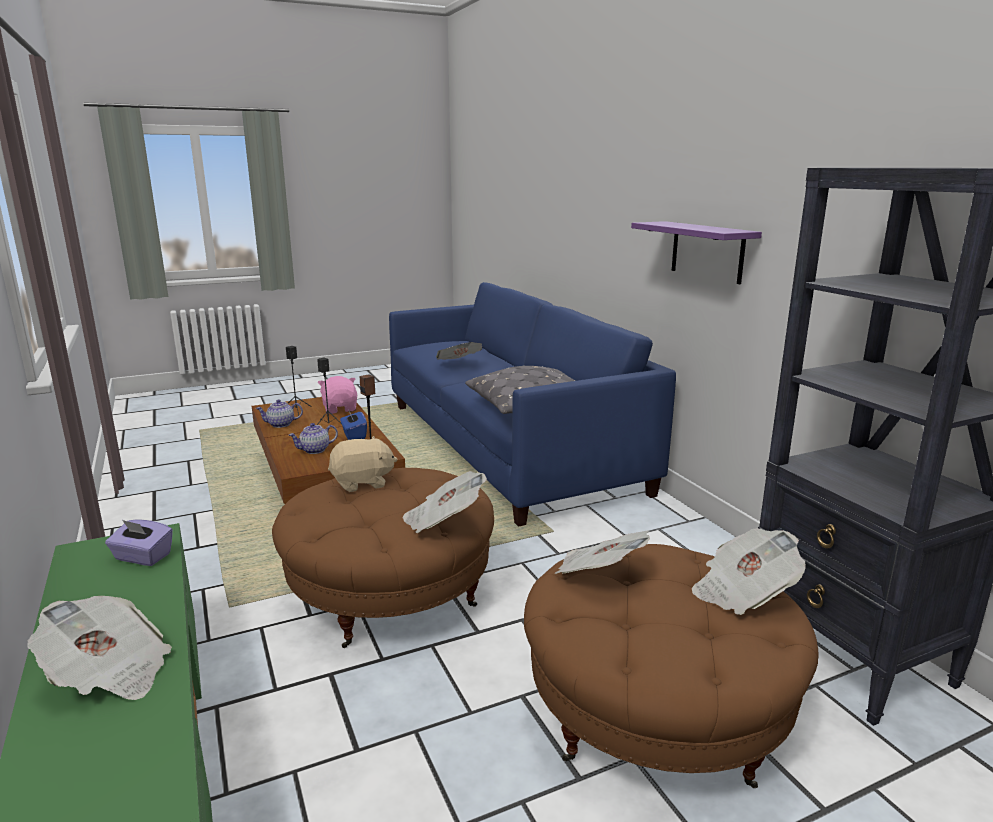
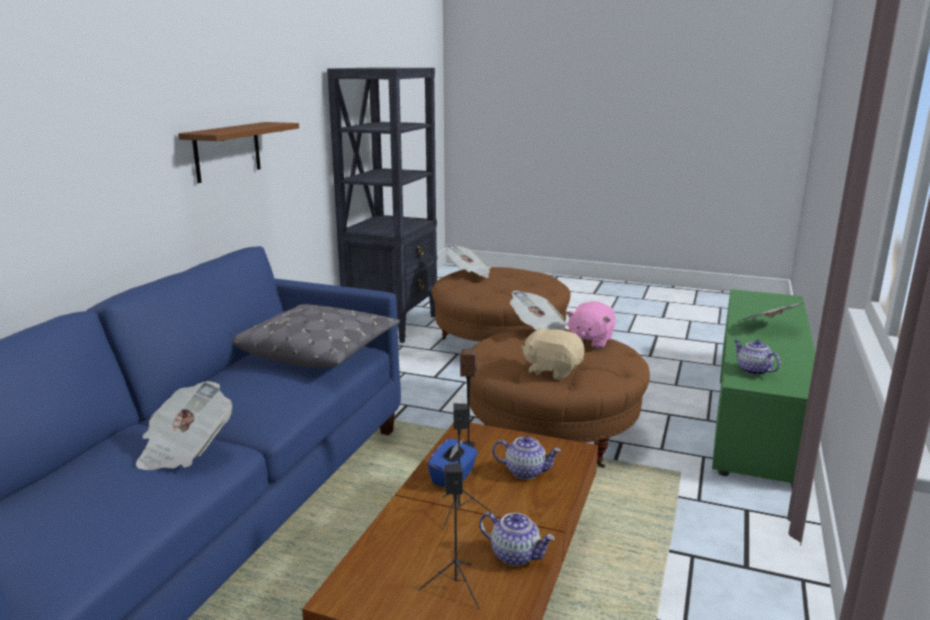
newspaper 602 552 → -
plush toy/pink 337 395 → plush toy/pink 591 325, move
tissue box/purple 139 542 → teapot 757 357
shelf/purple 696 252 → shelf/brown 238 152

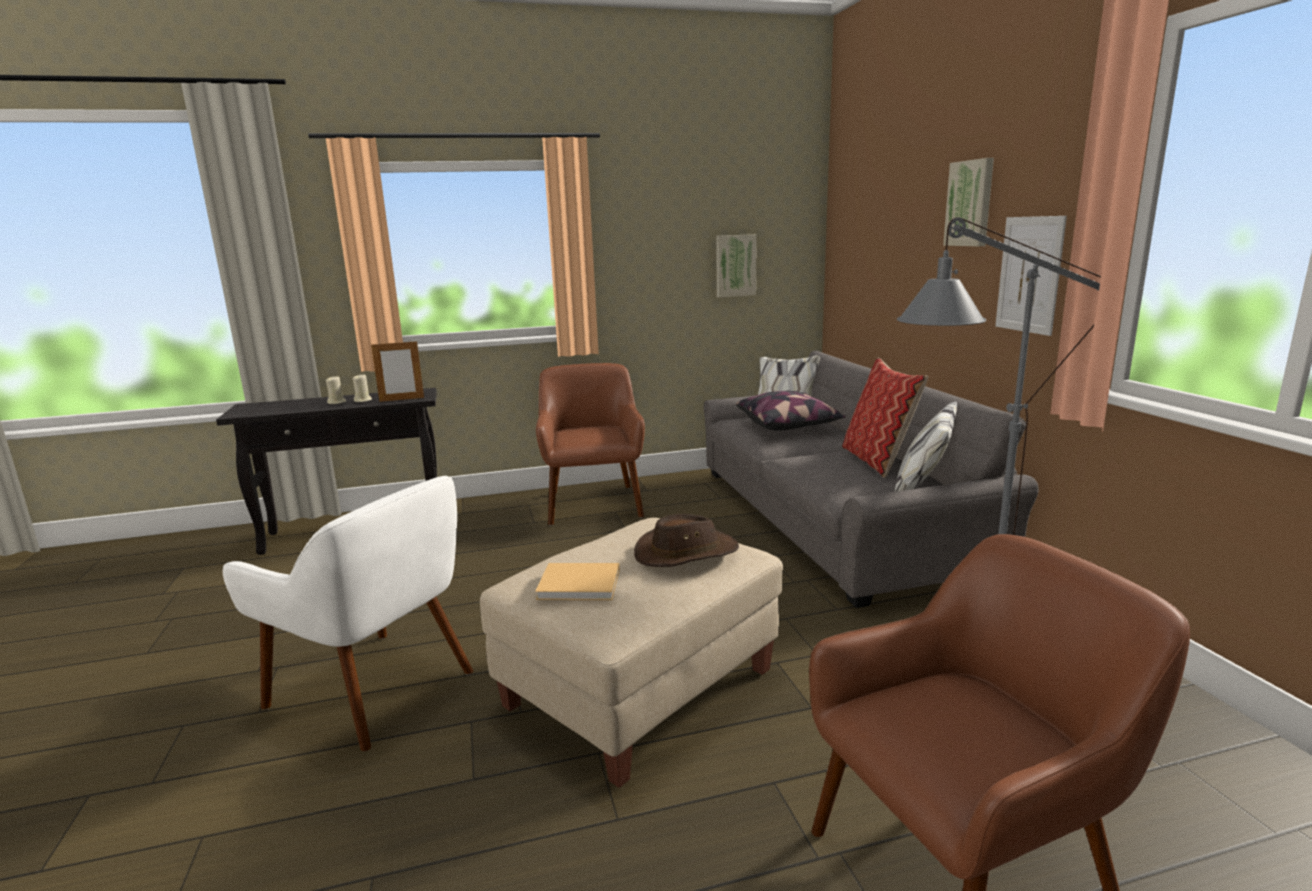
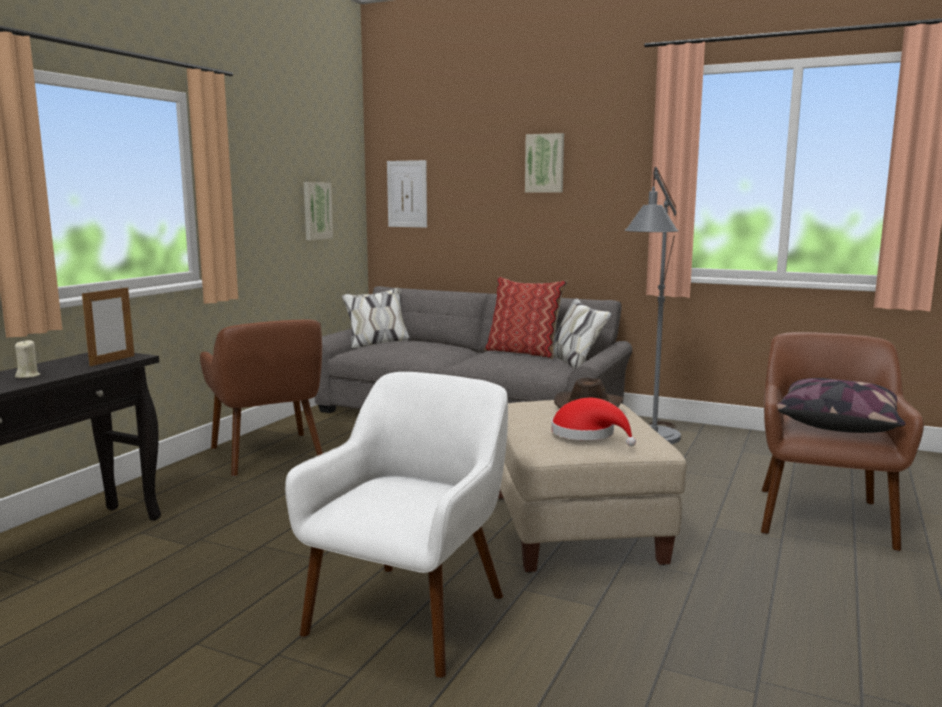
candle/beige 362 388 → -
pillow 790 411 → pillow 841 405, move
picture 1031 276 → picture 407 194, move
book/beige 577 581 → hat/red 593 422
armchair/white 348 614 → armchair/white 396 525, 45 degrees counterclockwise
armchair/brown 590 444 → armchair/brown 261 398, 150 degrees counterclockwise

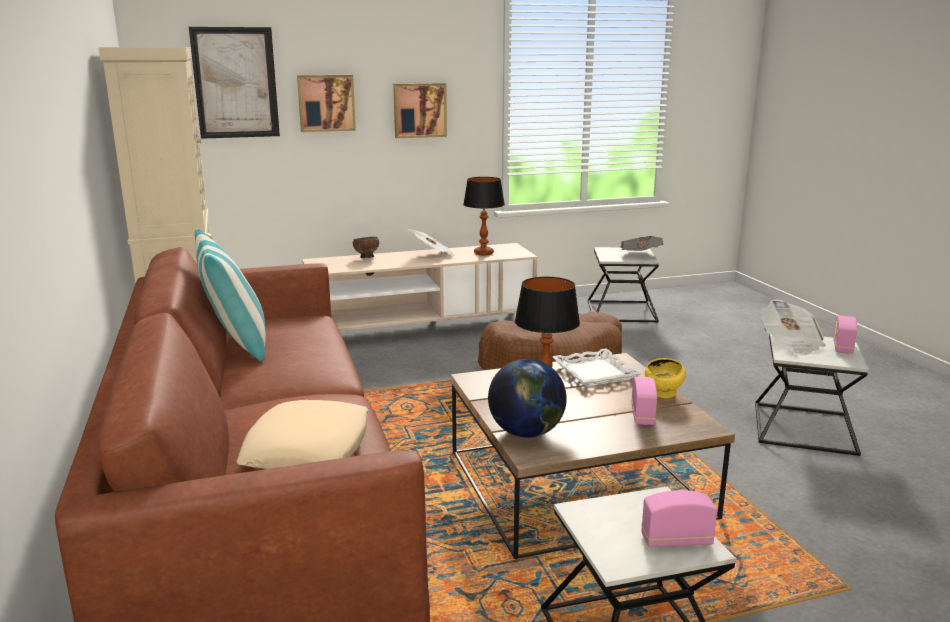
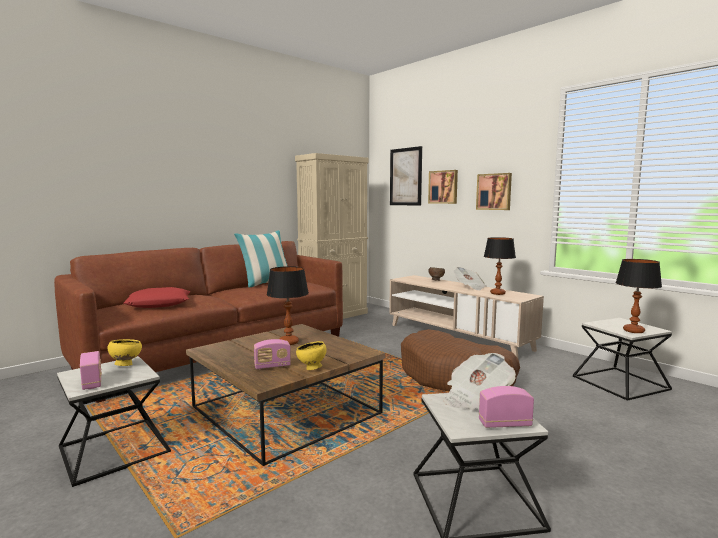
globe 527 398 → -
tray/white 597 367 → -
- → bowl/yellow 125 352
newspaper 642 243 → table lamp 639 296
pillow/beige 302 434 → pillow/red 157 297

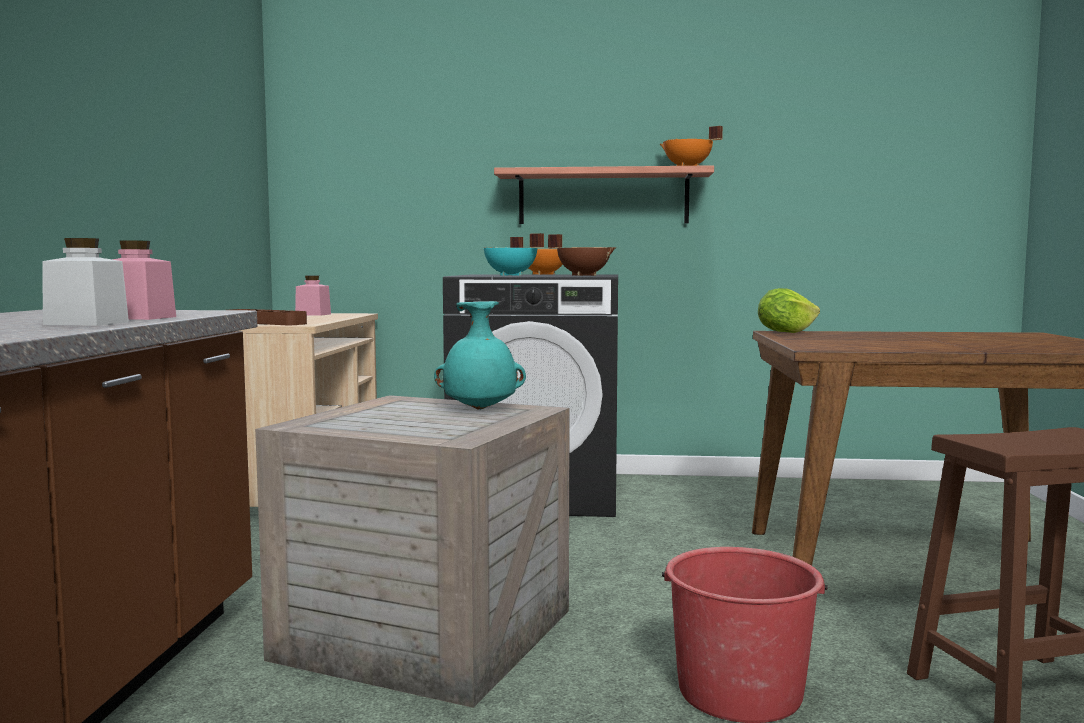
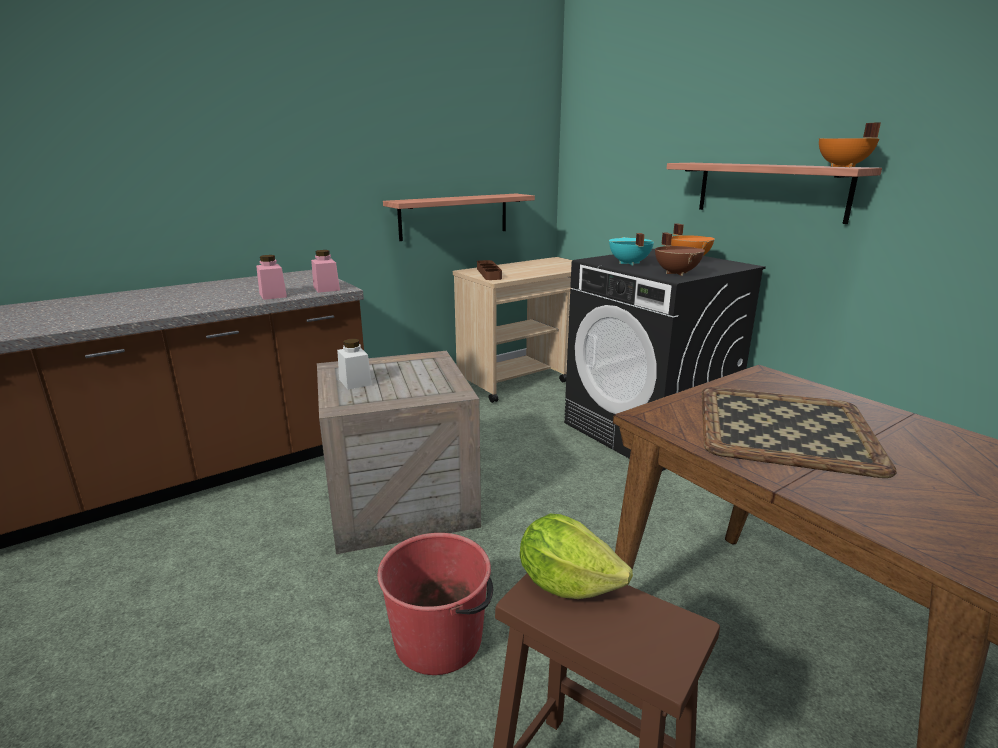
vase/turquoise 480 355 → -
- → shelf 459 217
- → tray 799 432
jar/white 85 282 → jar/white 354 364, move
jar/pink 313 296 → jar/pink 325 271, move
lettuce 789 310 → lettuce 576 556, move

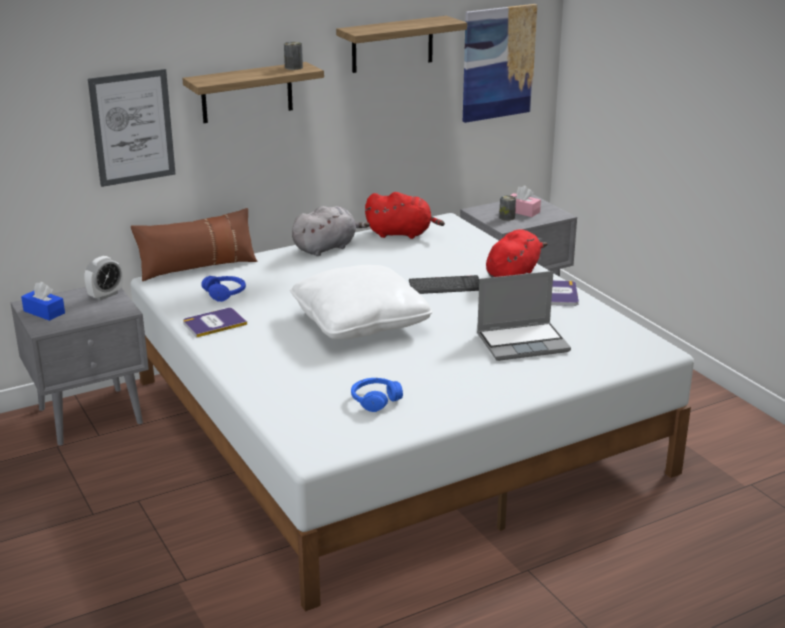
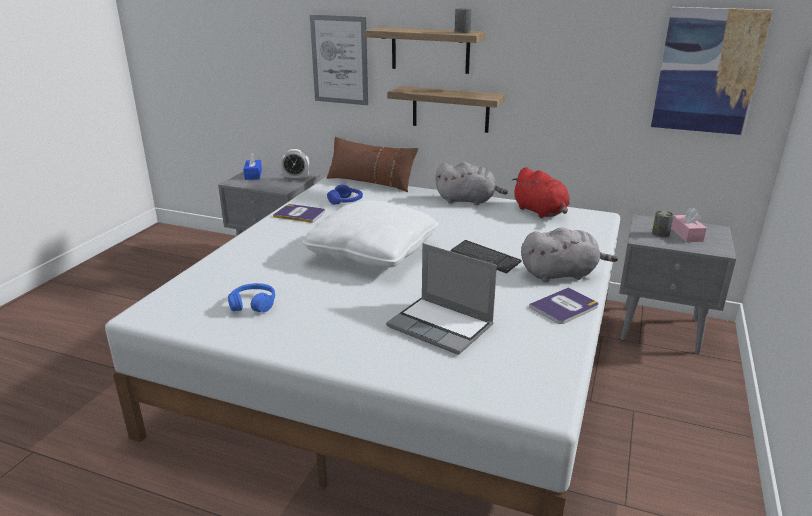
shelf 401 44 → shelf 446 109, move
plush toy/red 517 253 → plush toy/grey 569 254

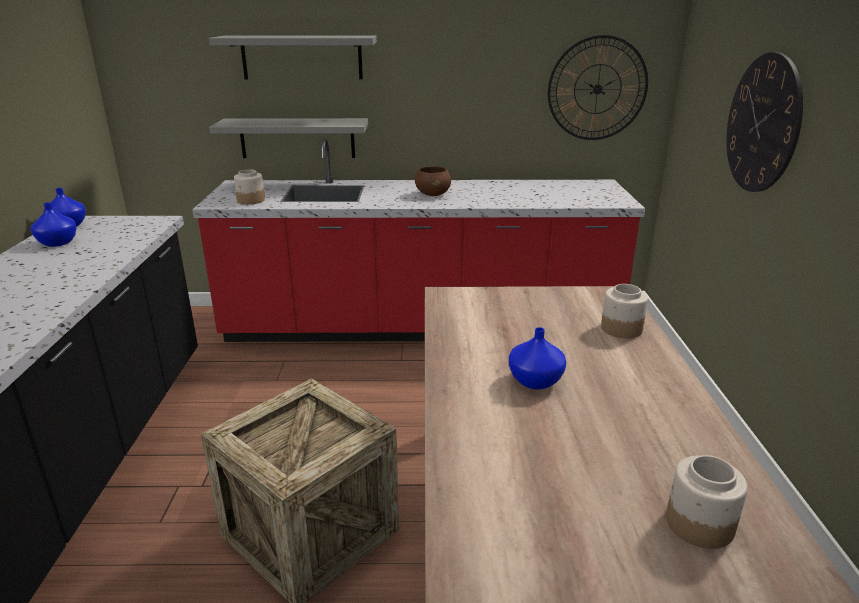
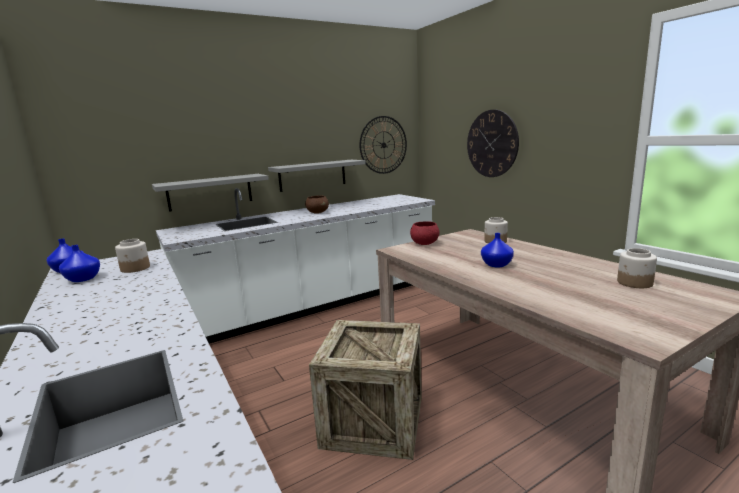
- → bowl/red 424 233
shelf/grey 293 57 → shelf/grey 317 176, move
jar 249 187 → jar 132 256, move
counter/red 418 240 → counter/white 295 266

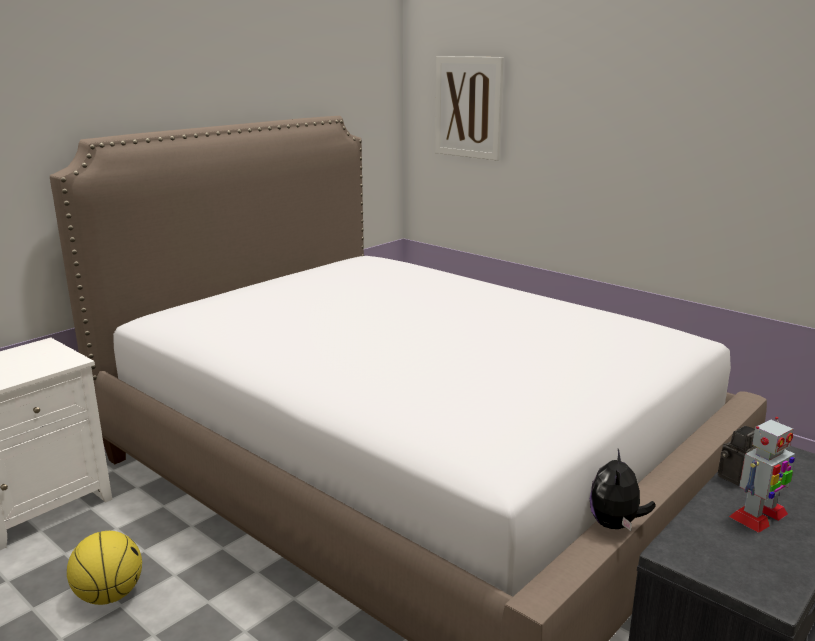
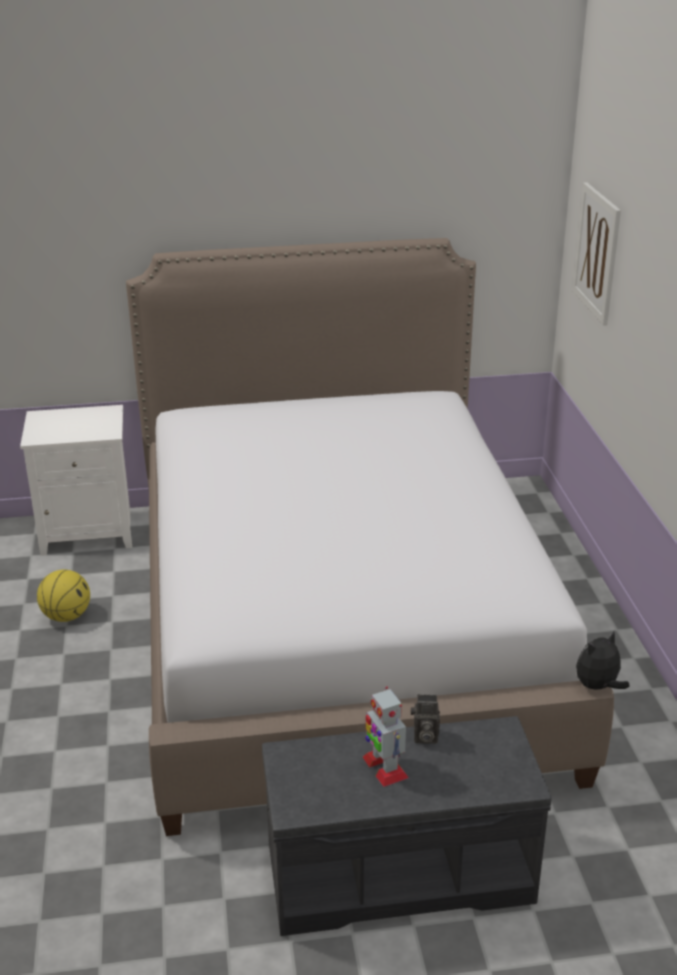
plush toy 623 490 → plush toy 603 661, move
toy robot 762 475 → toy robot 386 736, 60 degrees clockwise

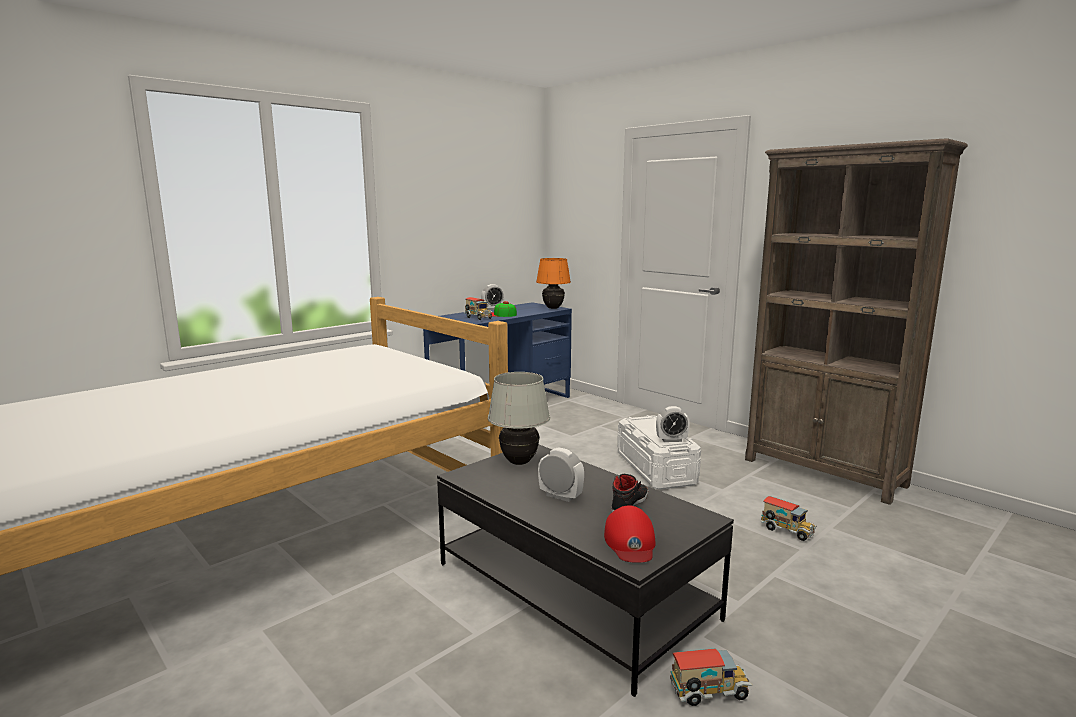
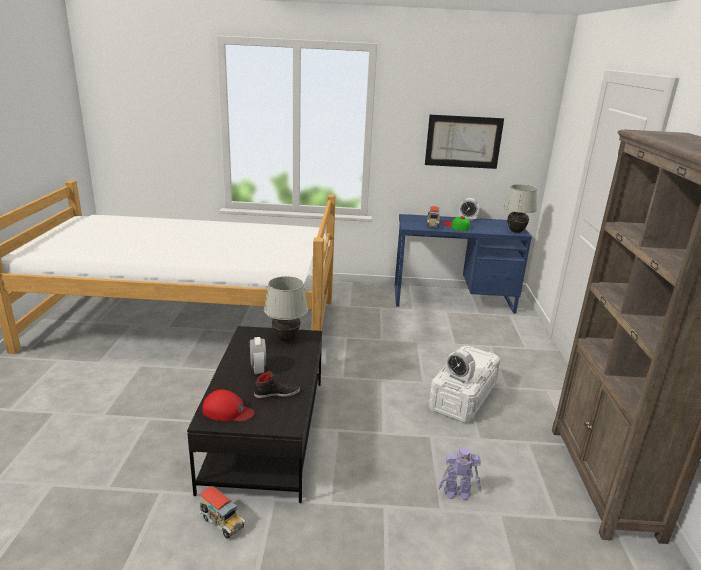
- → picture 464 142
toy truck 788 518 → toy robot 459 474
table lamp/orange 553 283 → table lamp/white 520 209
cap/red 630 534 → cap/red 228 405, 120 degrees counterclockwise

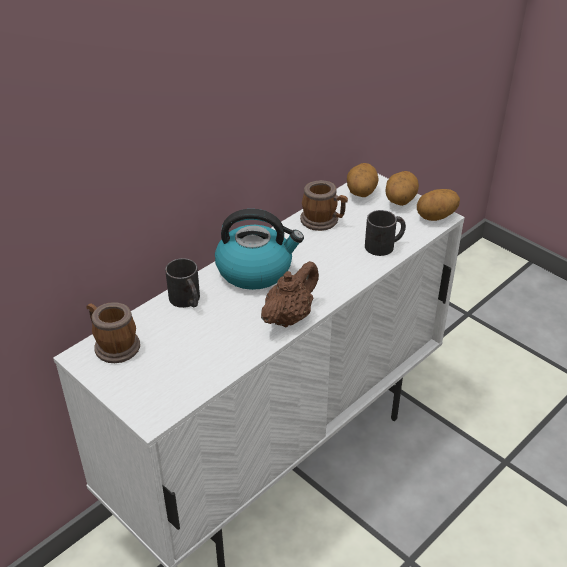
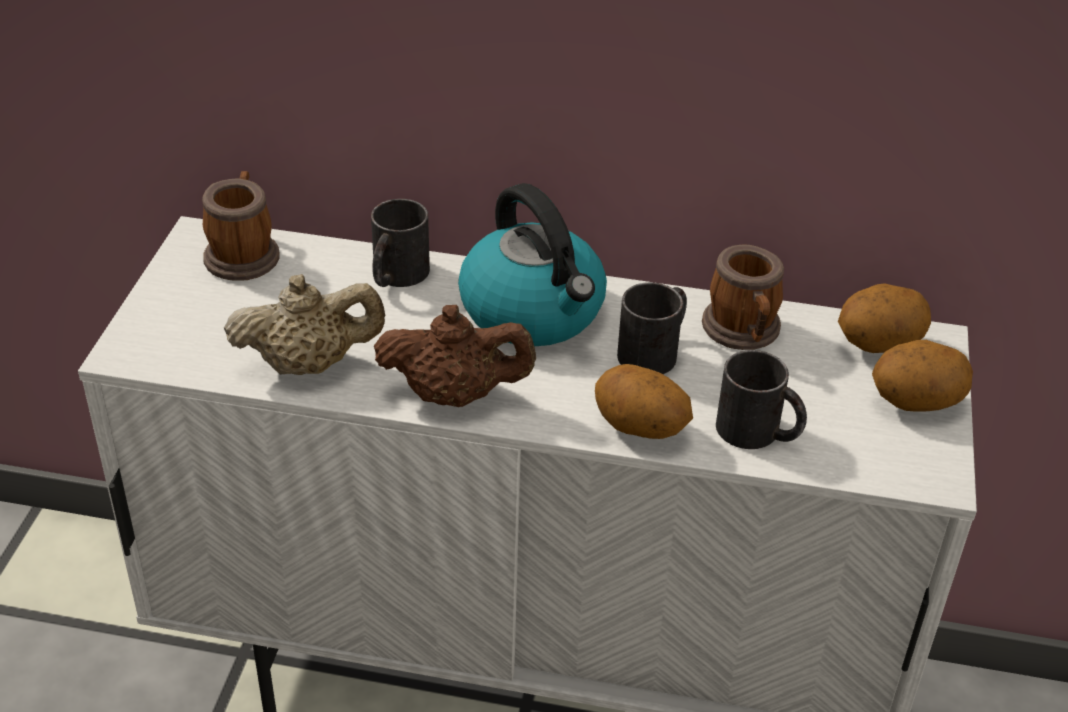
- → teapot/beige 304 324
- → mug/black 652 328
potato 438 205 → potato 644 401, move

